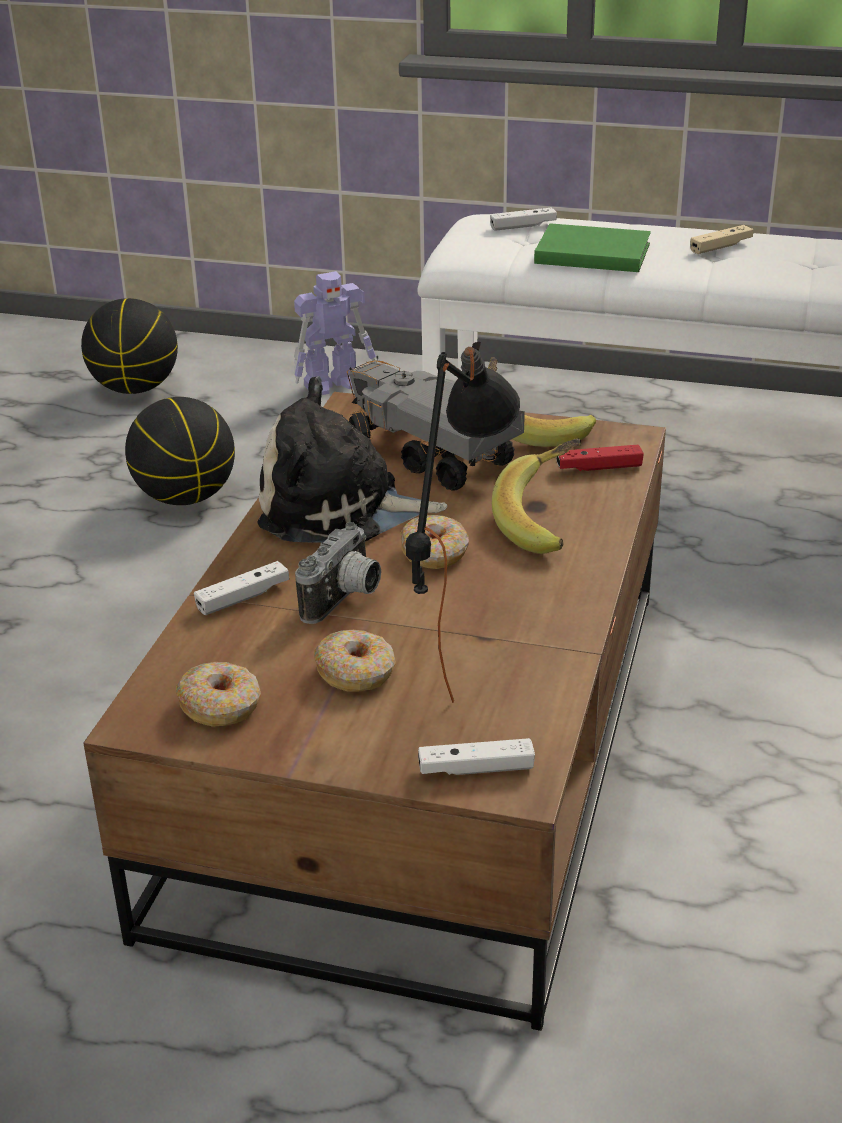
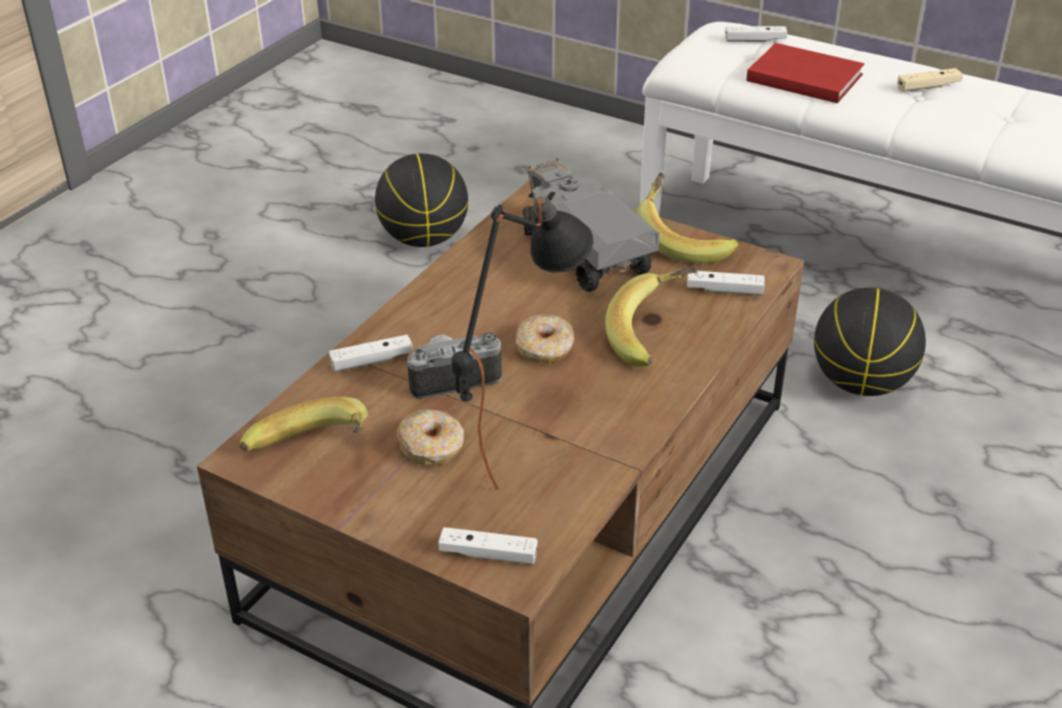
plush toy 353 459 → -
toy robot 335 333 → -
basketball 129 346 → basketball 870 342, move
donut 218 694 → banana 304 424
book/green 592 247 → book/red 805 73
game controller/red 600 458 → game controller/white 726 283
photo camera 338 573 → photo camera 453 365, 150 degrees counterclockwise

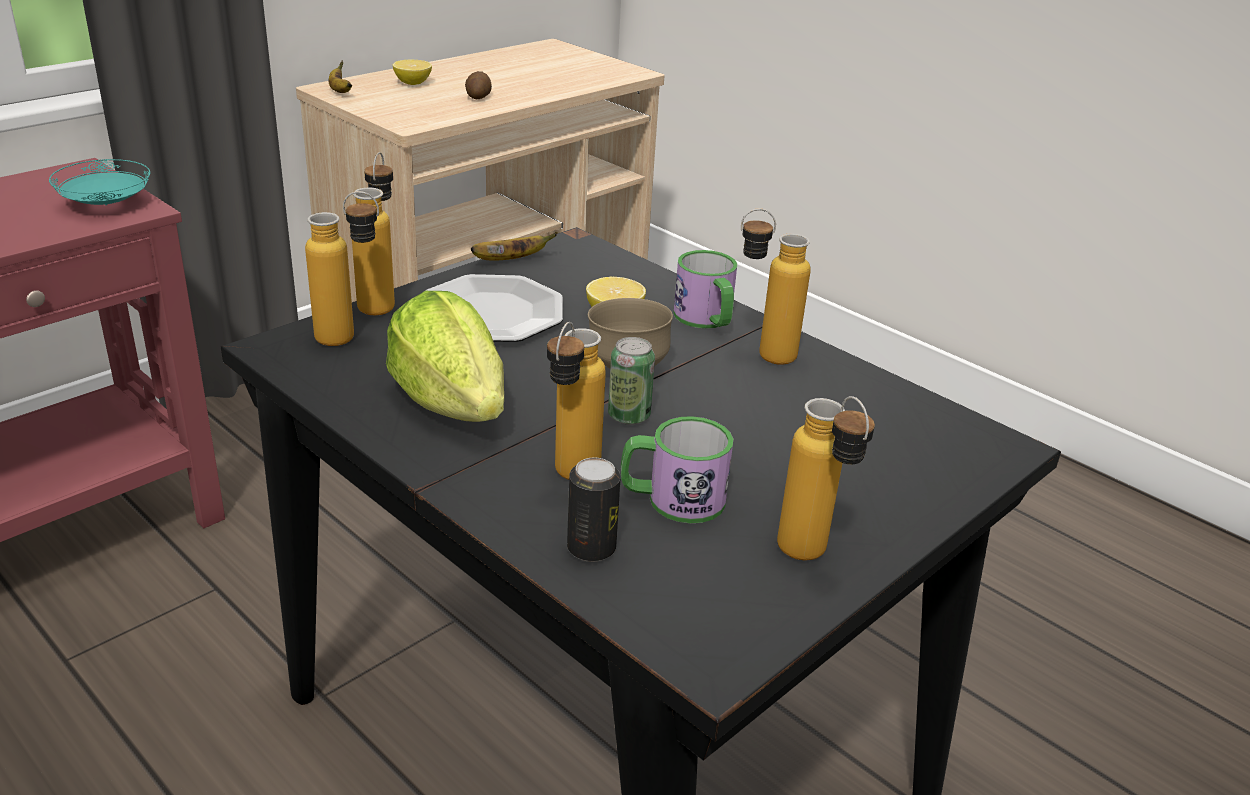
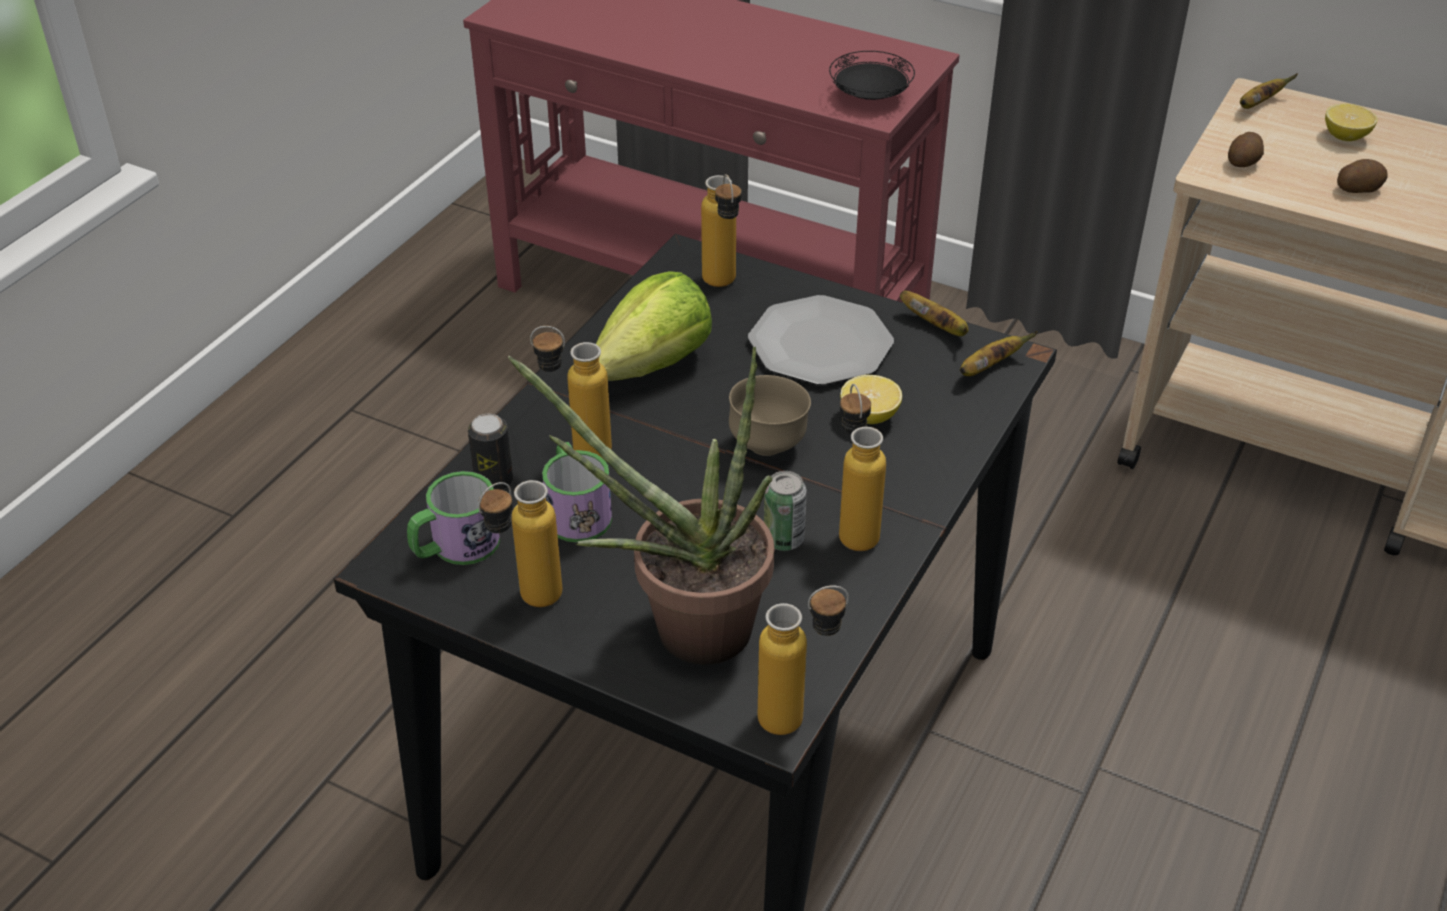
- → potted plant 641 506
- → banana 999 353
- → potato 1246 149
bottle 373 233 → bottle 803 660, move
can 631 381 → can 785 511, move
mug 705 289 → mug 453 518, move
plate/turquoise 99 182 → plate/black 872 75

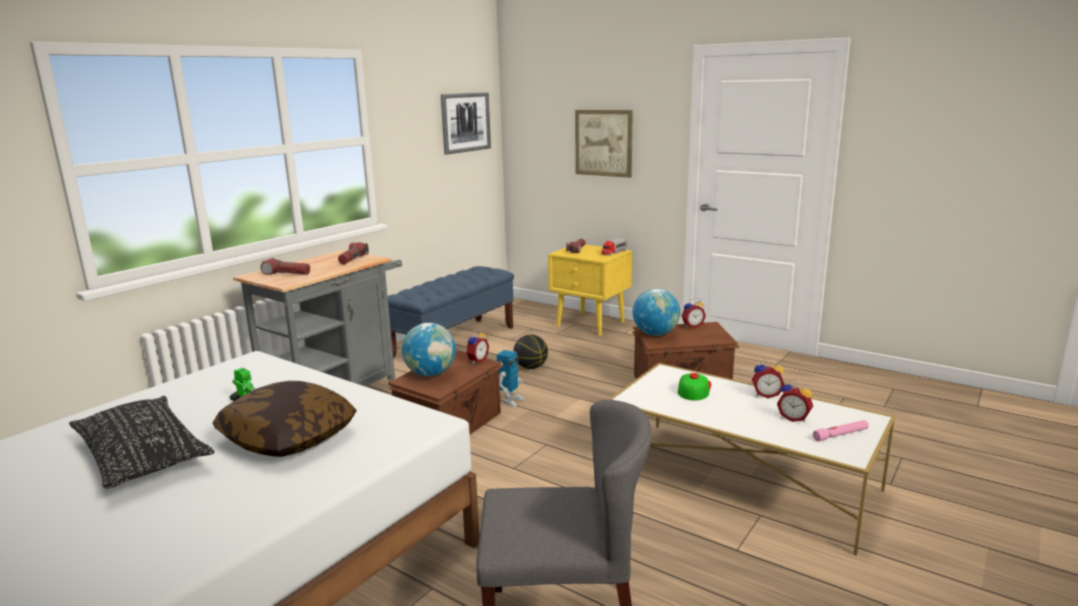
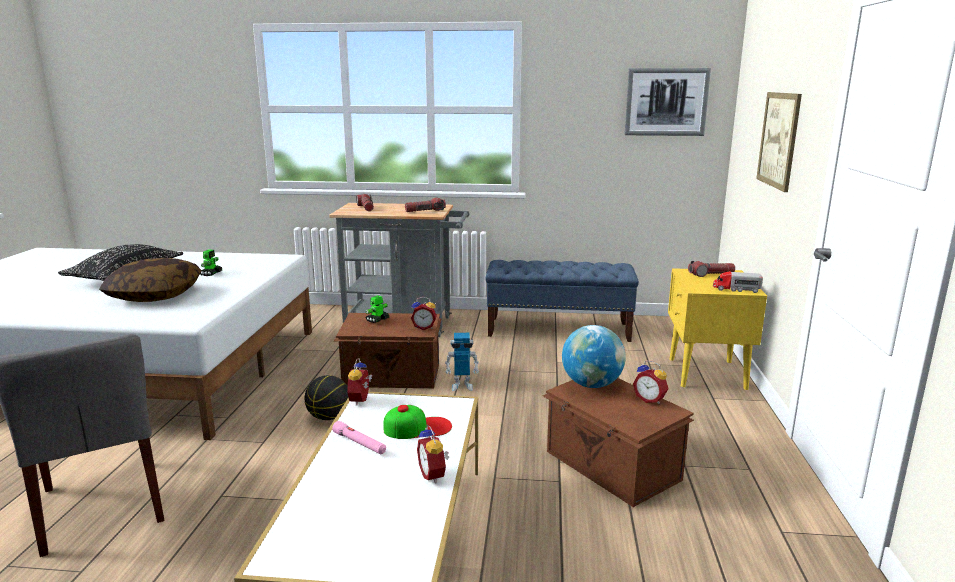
basketball 530 352 → basketball 326 397, move
alarm clock 795 401 → alarm clock 360 382, move
flashlight/pink 841 430 → flashlight/pink 359 437, move
globe 429 349 → toy robot 377 309

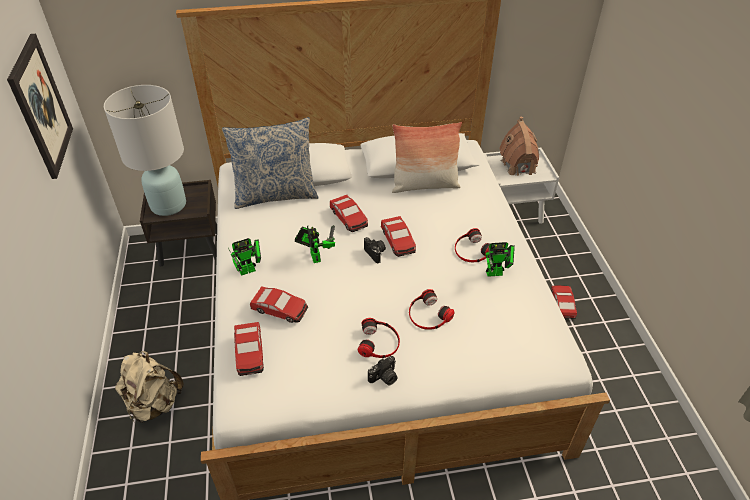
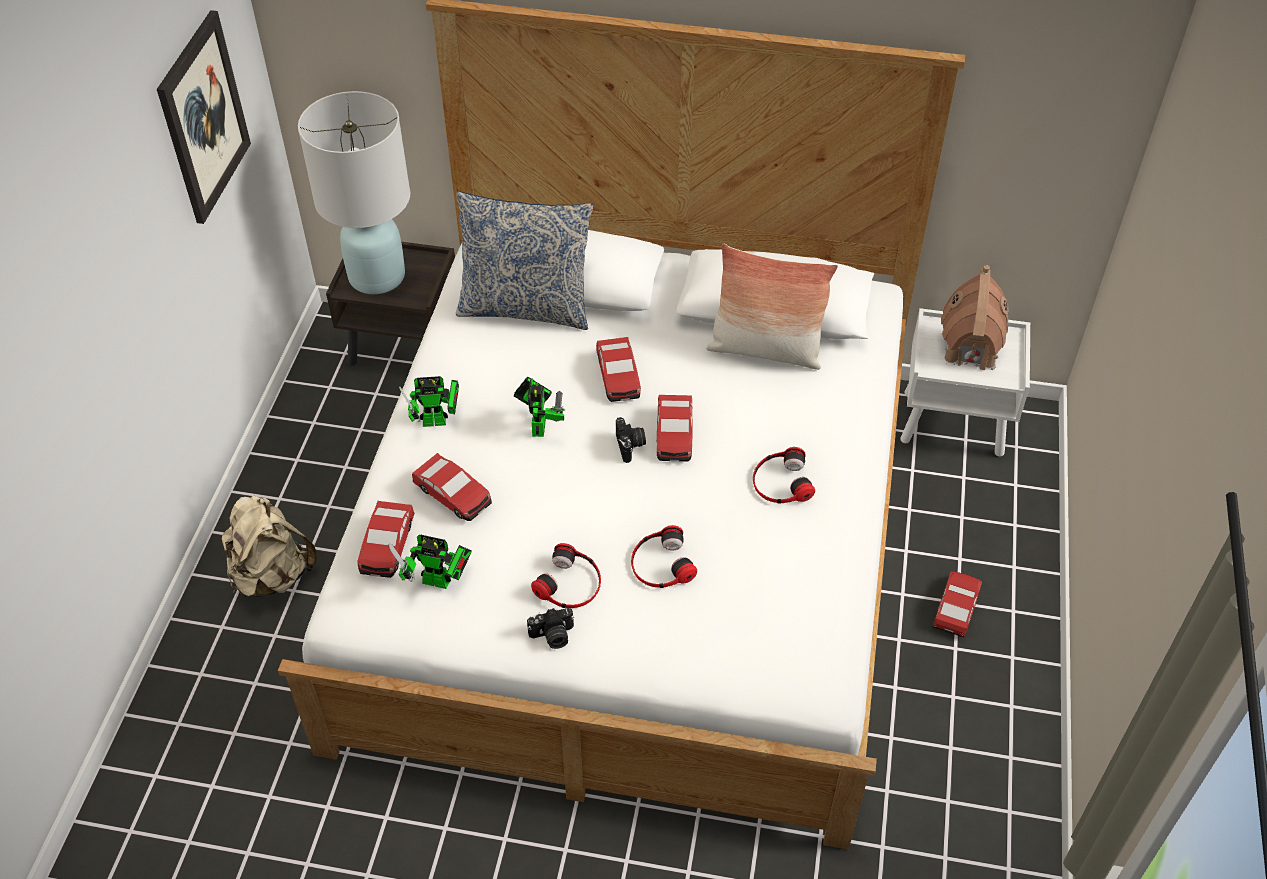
toy robot 500 259 → toy robot 430 562, move

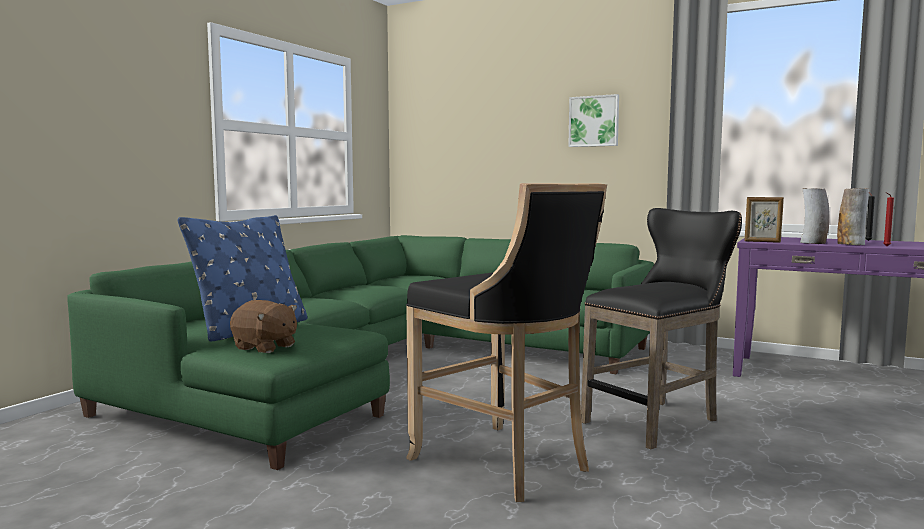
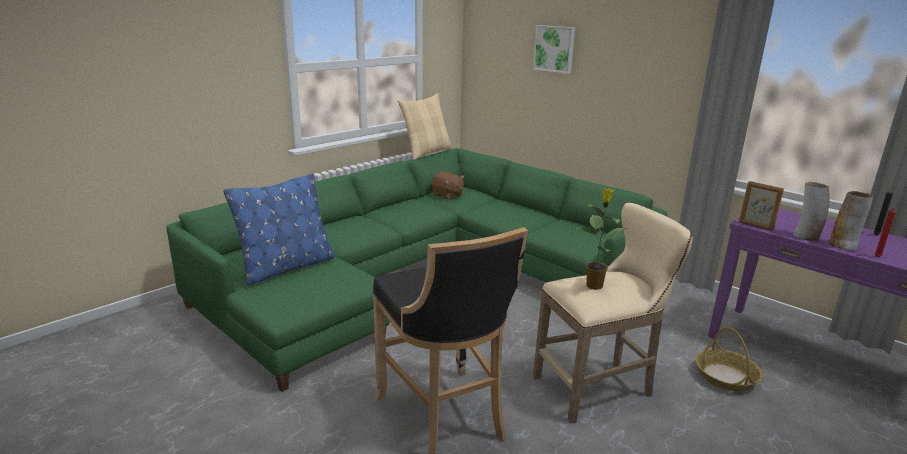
- → pillow/beige 425 126
- → potted plant 601 239
- → basket 729 359
plush toy/brown 263 326 → plush toy/brown 448 185, move
picture 593 120 → picture 554 49, move
stool/black 661 328 → stool/beige 613 313

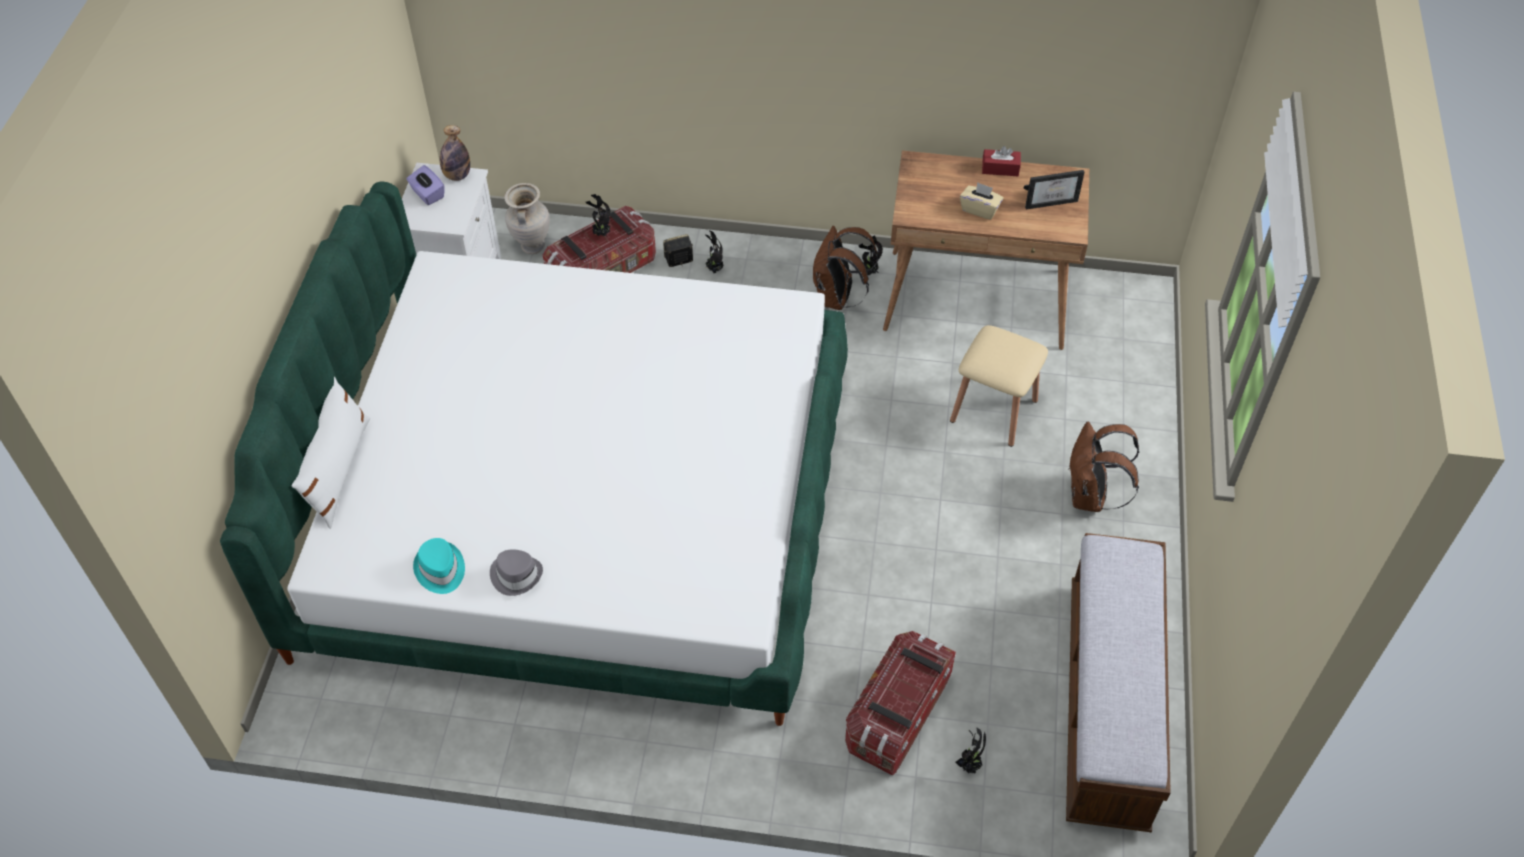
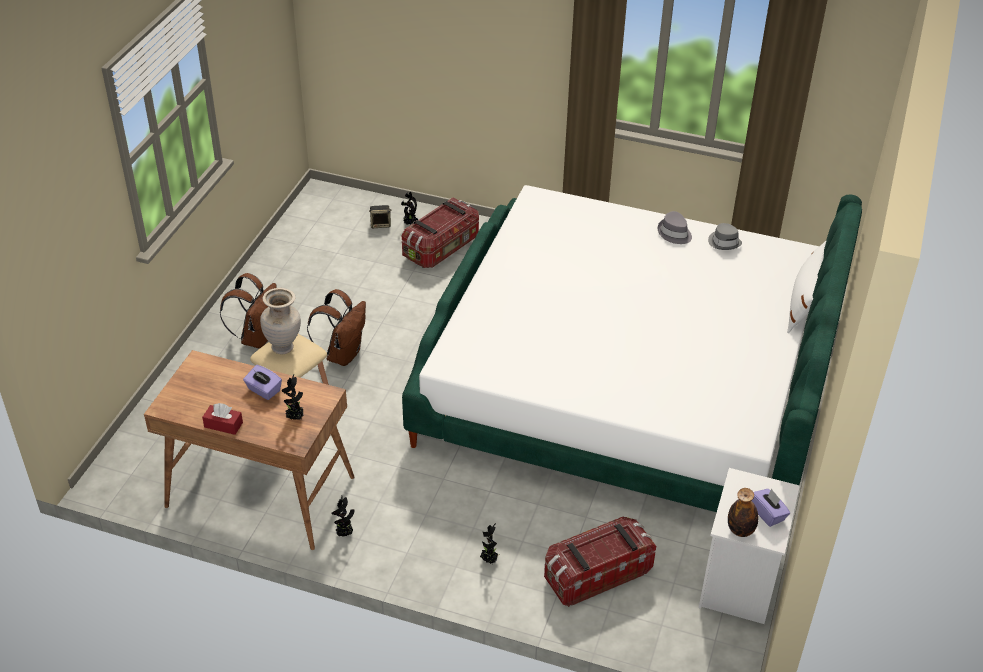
picture frame 1053 190 → -
bench 1118 682 → -
vase/beige 527 218 → vase/beige 280 321, move
potted plant 598 215 → potted plant 292 397, move
speaker 678 250 → speaker 380 216, move
backpack/brown 845 268 → backpack/brown 336 327, move
hat/turquoise 439 566 → hat/grey 725 236
tissue box/beige 981 201 → tissue box/purple 262 382

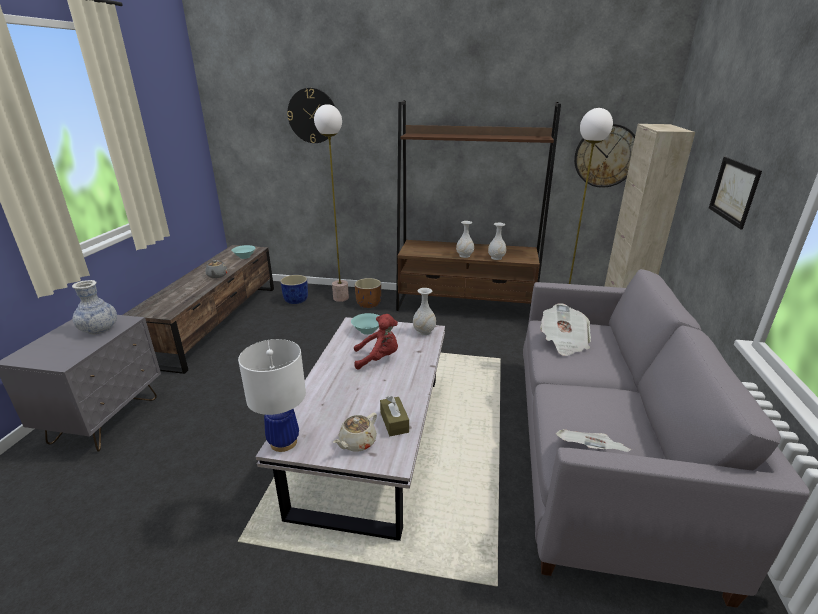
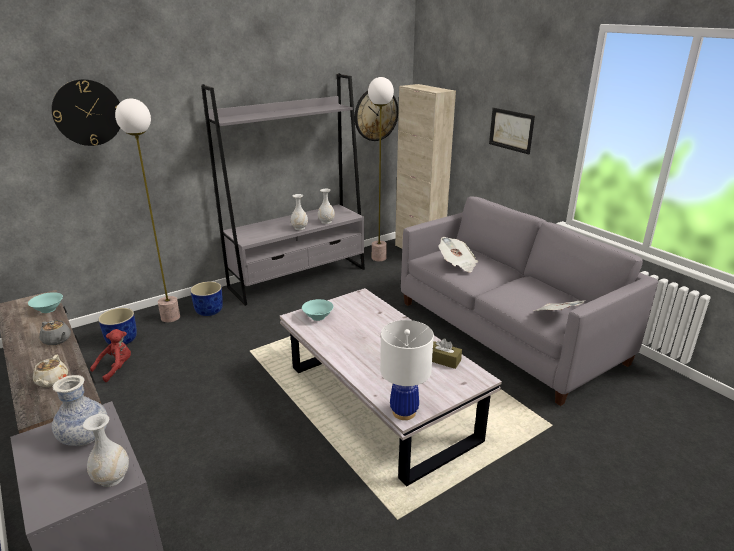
teapot/beige 355 432 → teapot/beige 50 371, move
plush toy/red 376 342 → plush toy/red 110 355, move
vase/white 424 311 → vase/white 106 450, move
planter/brown 368 293 → planter/blue 206 299
bookcase/brown 478 205 → bookcase/grey 283 189

